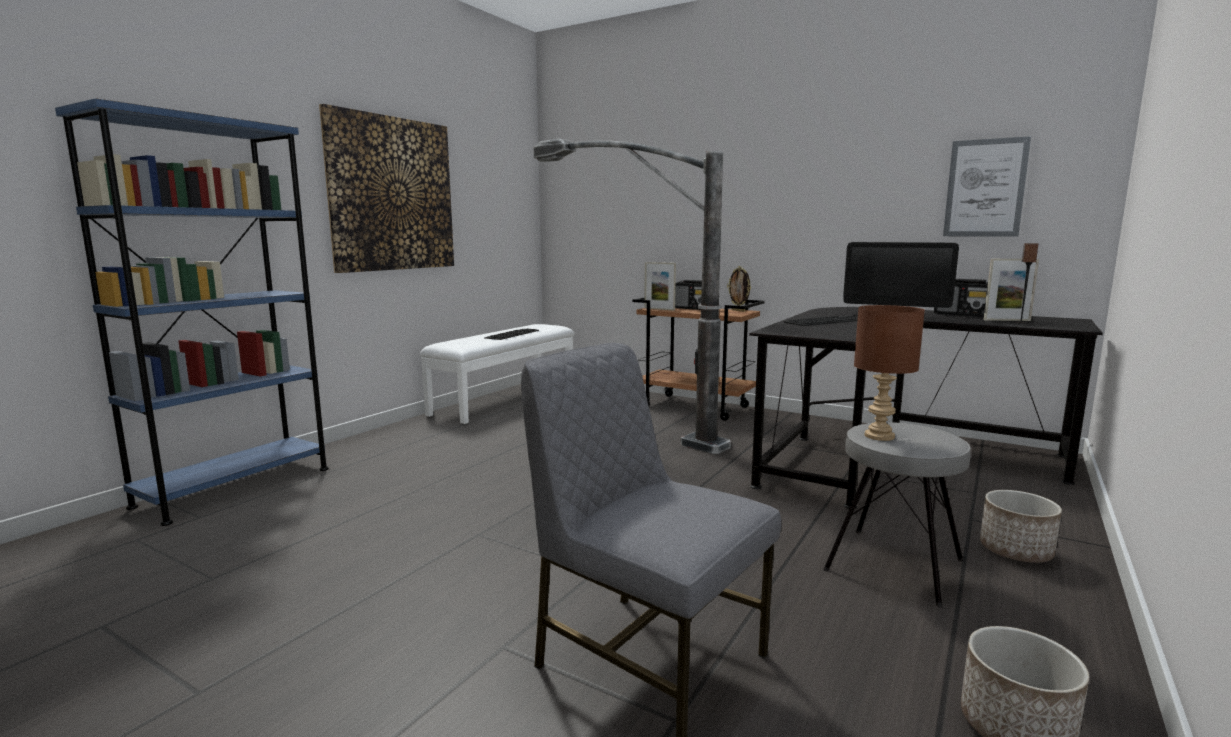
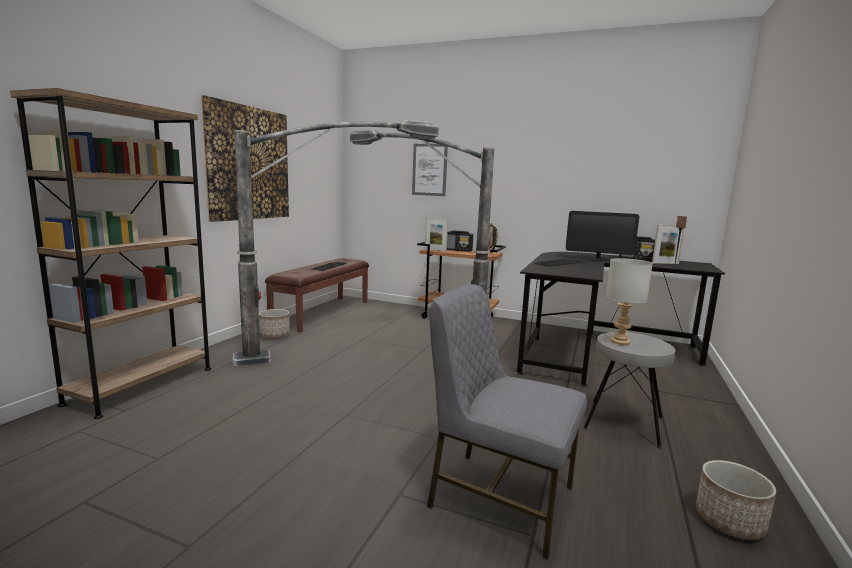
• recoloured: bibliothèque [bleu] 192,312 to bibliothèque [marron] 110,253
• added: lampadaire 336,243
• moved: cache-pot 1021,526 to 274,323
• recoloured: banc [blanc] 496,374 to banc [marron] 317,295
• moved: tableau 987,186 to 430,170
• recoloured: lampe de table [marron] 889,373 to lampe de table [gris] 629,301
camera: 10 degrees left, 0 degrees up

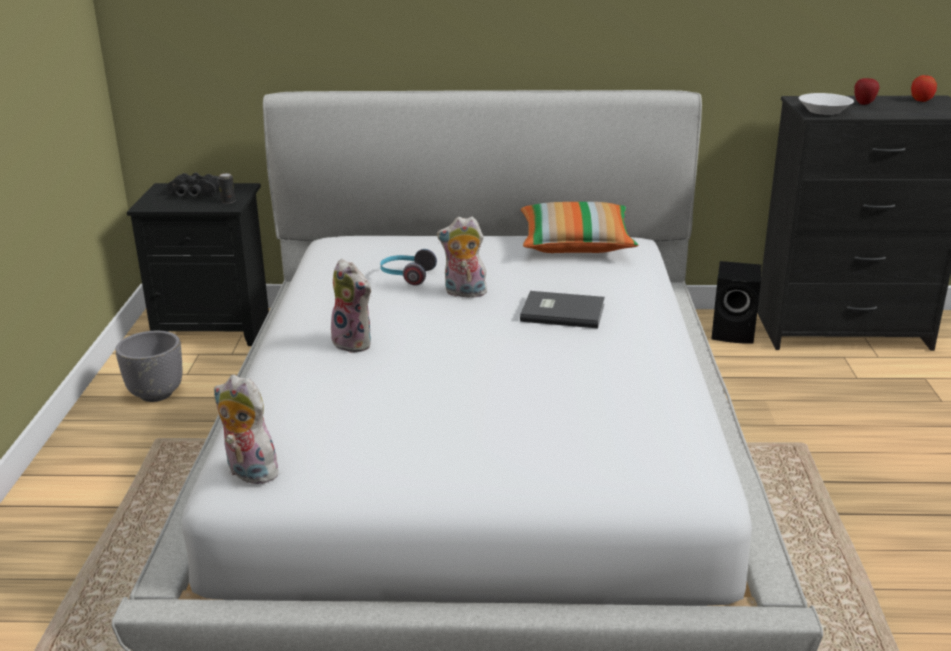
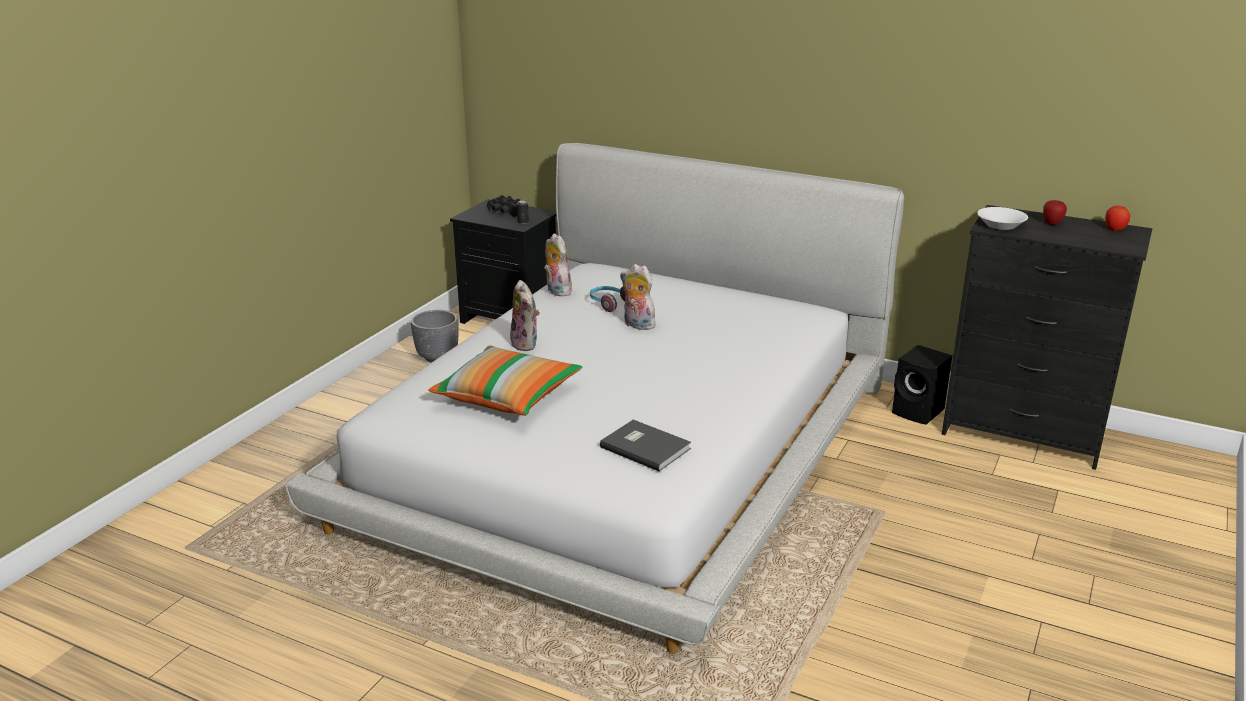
• moved: coussin 579,227 to 505,380
• moved: peluche 248,429 to 558,264
• moved: livre [gris] 562,309 to 645,446
camera: 25 degrees right, 0 degrees up

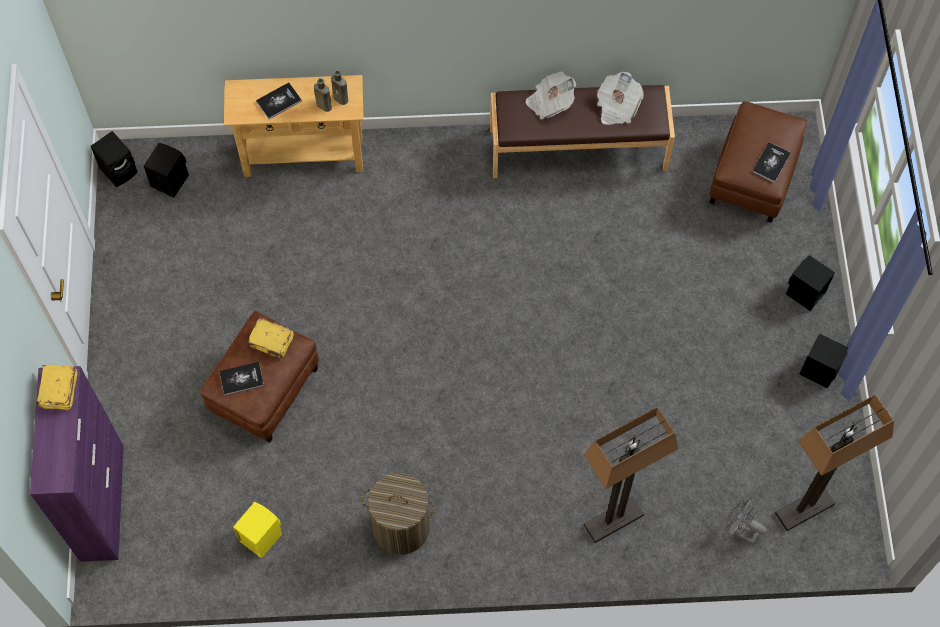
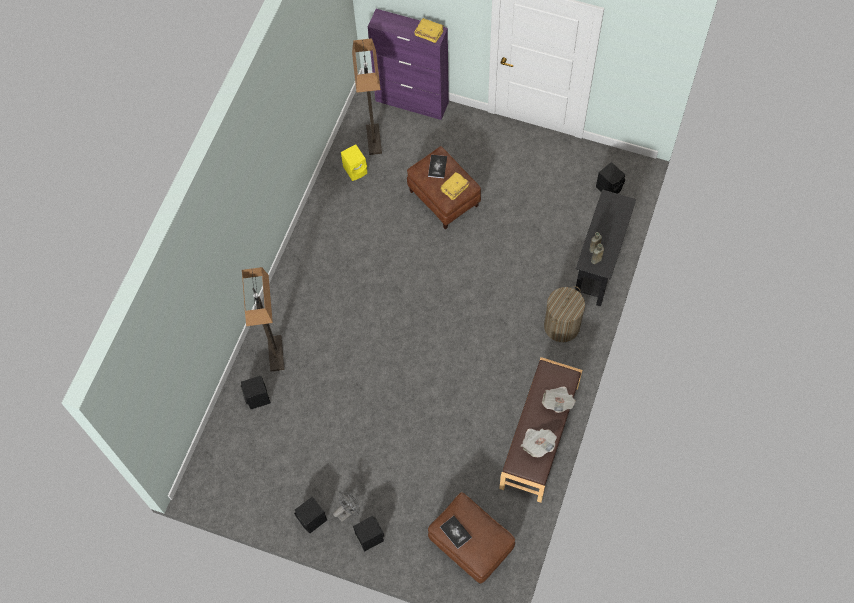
• moved: enceinte [noir] 114,159 to 256,392
• moved: ventilateur [gris] 746,521 to 346,506
• moved: lampadaire 834,462 to 367,96
• moved: panier à linge 398,514 to 564,314
• recoloured: table console [beige] 294,126 to table console [noir] 605,248
• removed: livre 279,101
camera: 115 degrees right, 0 degrees up

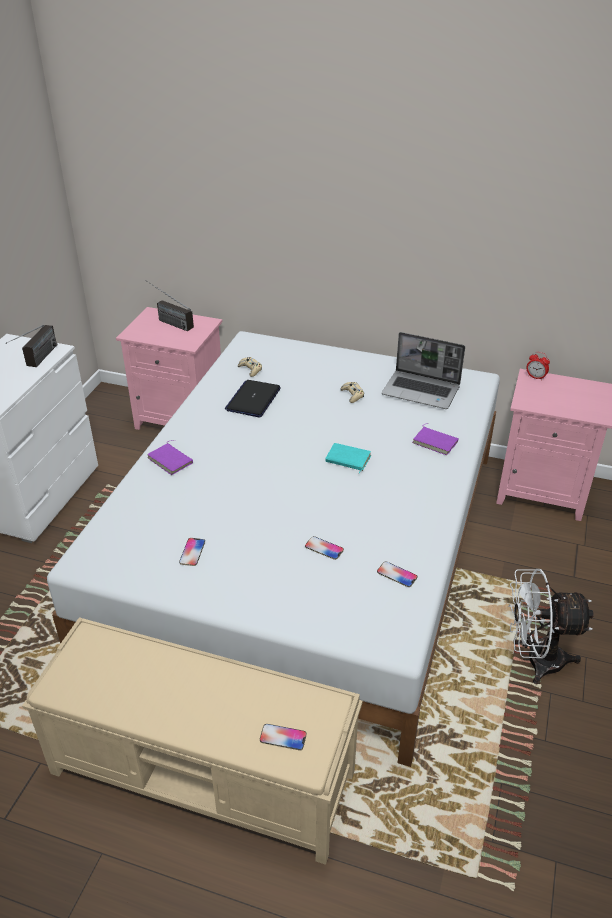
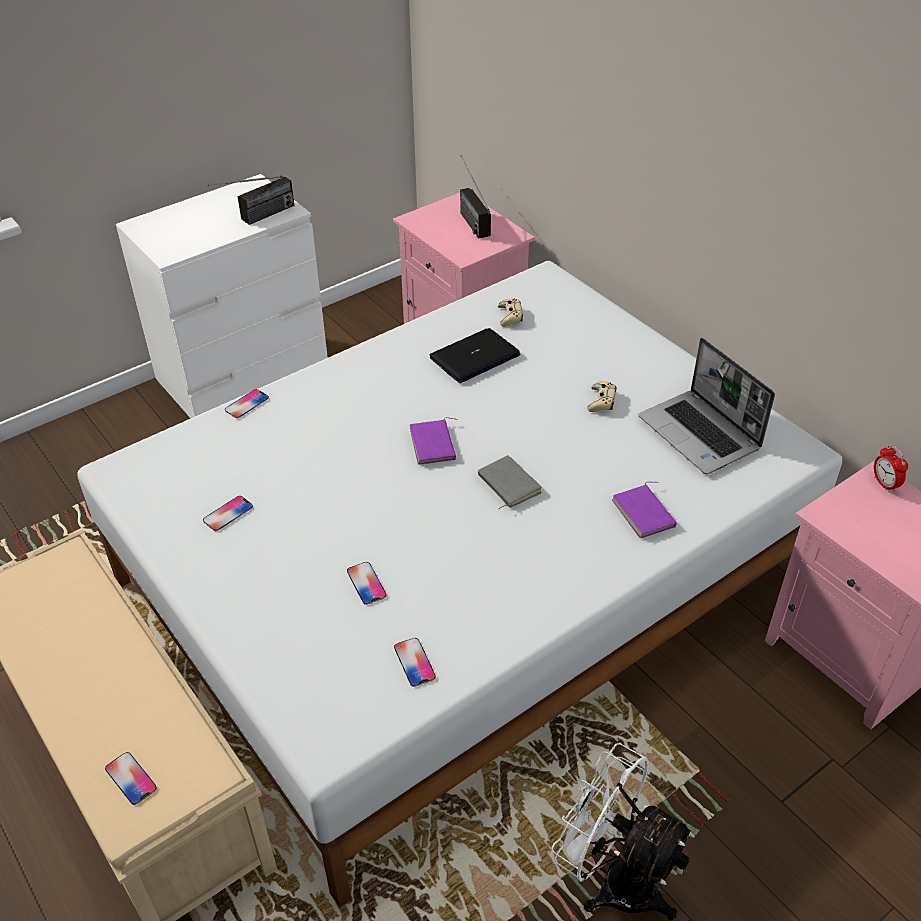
• added: téléphone 247,403
• moved: livre [violet] 170,457 to 434,441
• recoloured: livre [turquoise] 348,458 to livre [gris] 510,482
camera: 35 degrees right, 5 degrees up

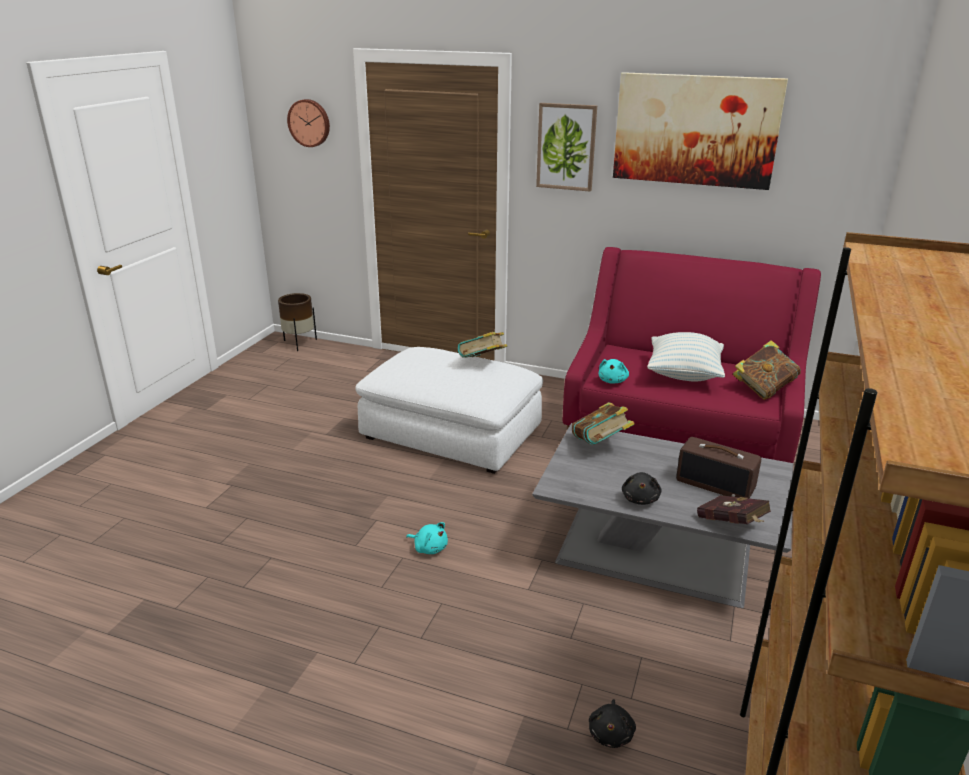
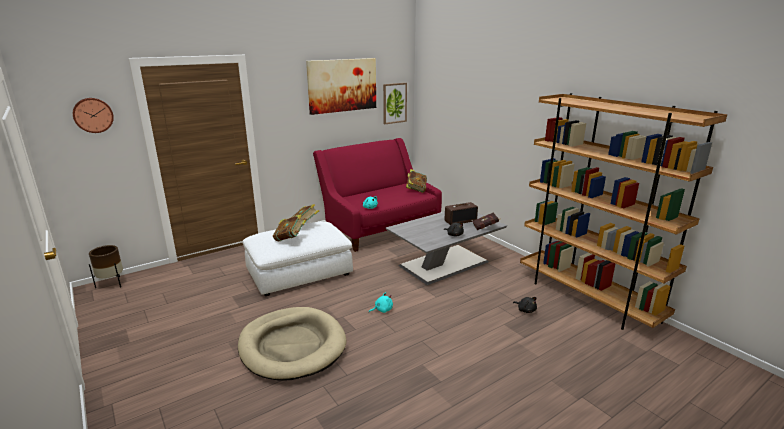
• added: panier pour chien [beige] 292,343
• moved: livre 603,423 to 289,227
• moved: tableau 566,147 to 395,103
• removed: coussin 686,357
camera: 55 degrees left, 5 degrees down

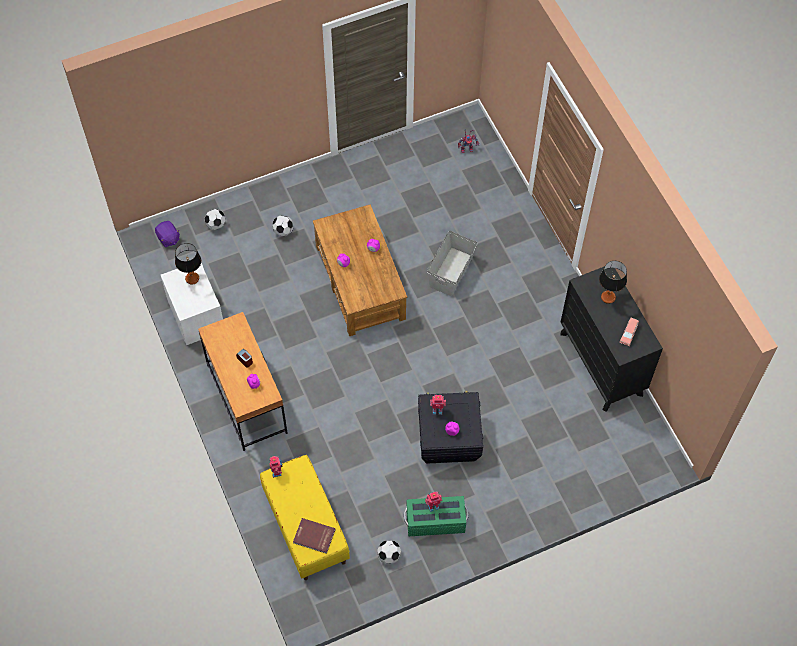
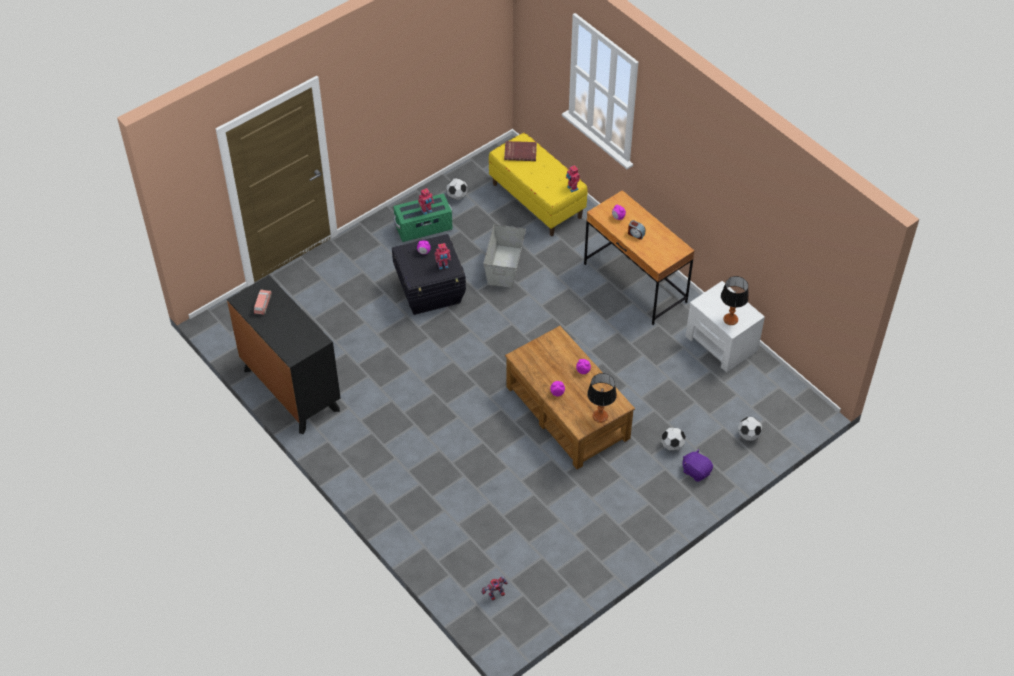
• moved: boîte de rangement [gris] 452,263 to 504,256
• moved: lampe de table 613,282 to 602,398
• moved: peluche [violet] 167,234 to 698,465
camera: 165 degrees right, 10 degrees down

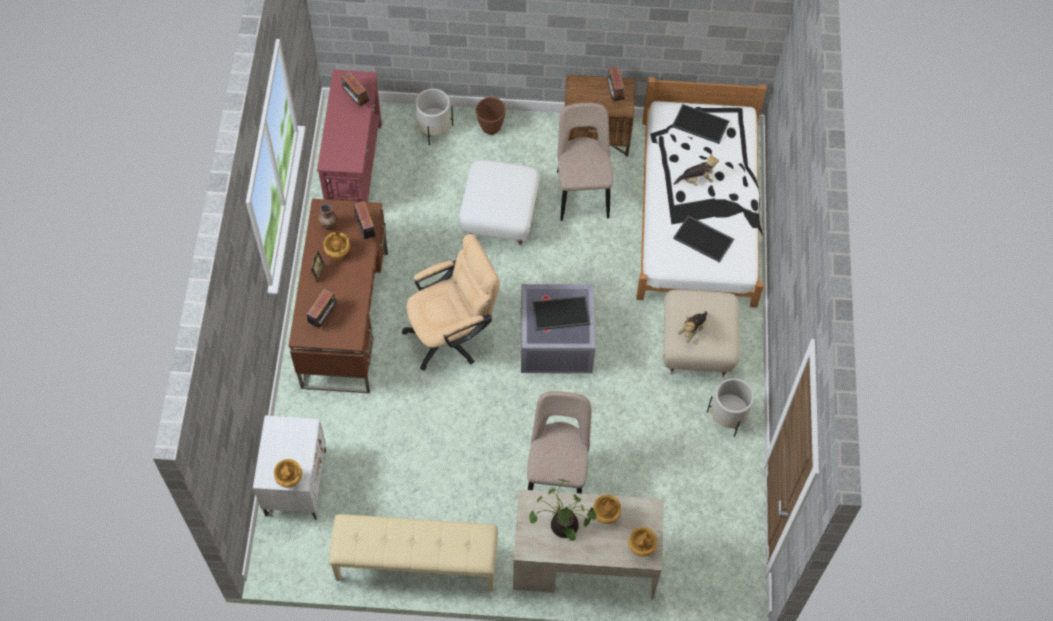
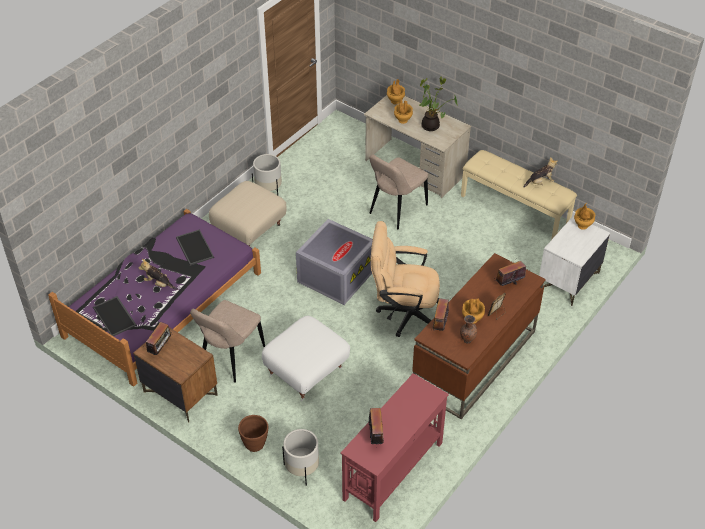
• recoloured: lit [blanc] 701,192 to lit [violet] 154,298
• moved: peluche 692,326 to 541,172
• removed: plateau 561,313
camera: 145 degrees left, 15 degrees down

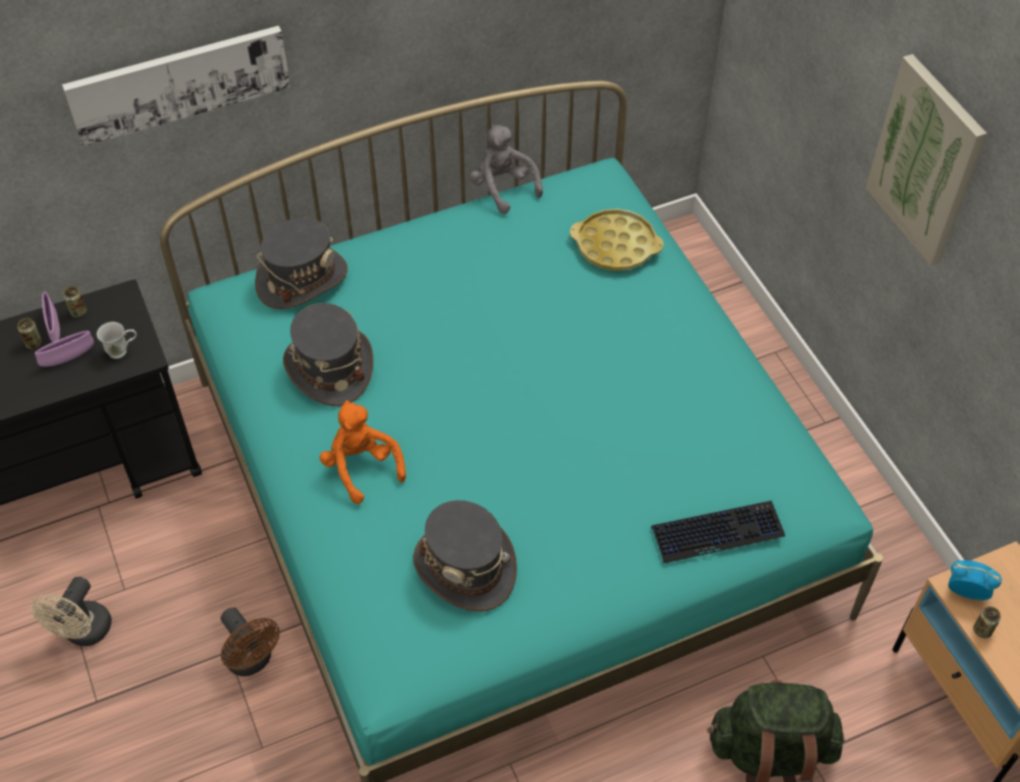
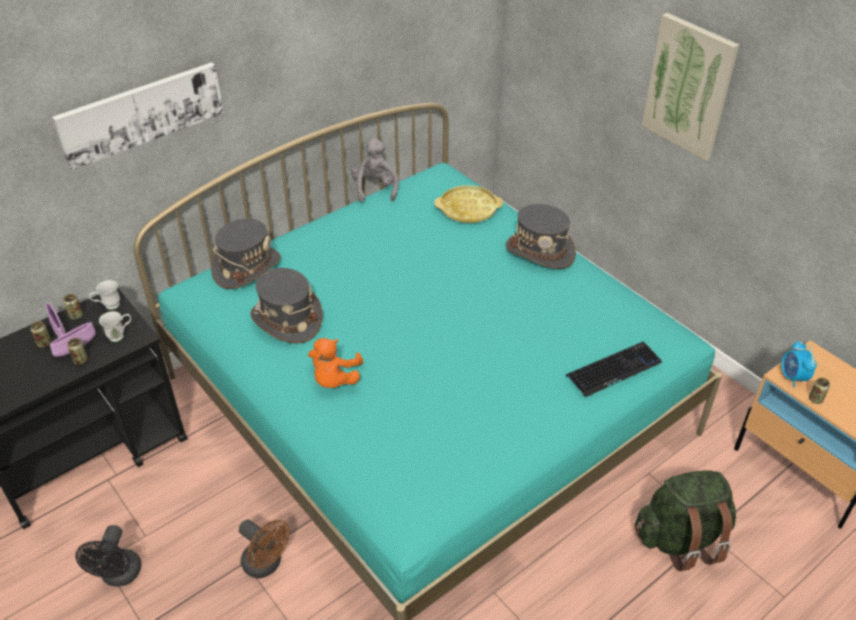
• added: boîte métallique 77,351
• recoloured: ventilateur [beige] 71,611 to ventilateur [noir] 108,556
• added: mug [blanc] 104,295
• turned: peluche [orange] 362,452 = 336,363 120 degrees counterclockwise
• turned: peluche [gris] 506,169 = 375,170 45 degrees clockwise
• moved: chapeau [gris] 465,555 to 541,236
• turned: réveil 975,580 = 799,363 105 degrees counterclockwise
camera: 15 degrees left, 10 degrees down

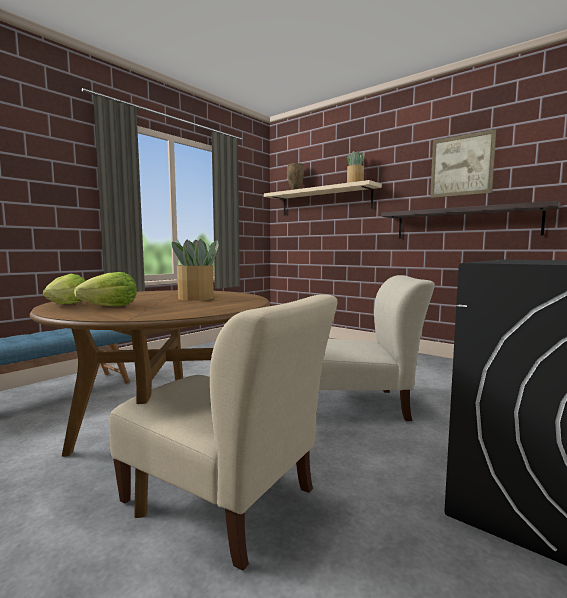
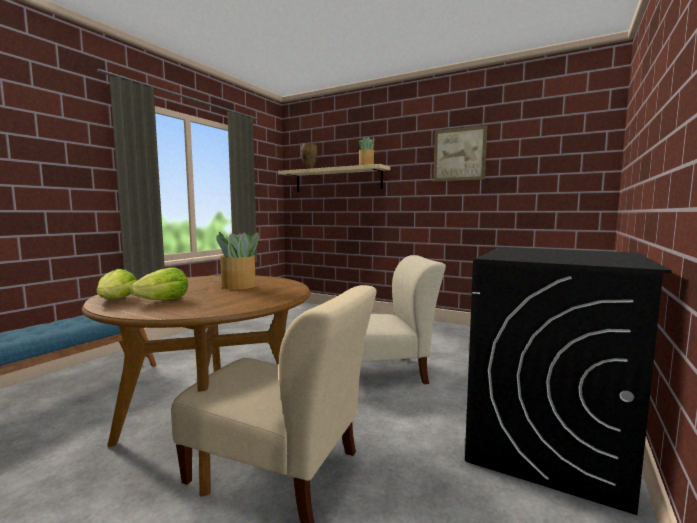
• removed: étagère 471,219
camera: 10 degrees left, 0 degrees up

